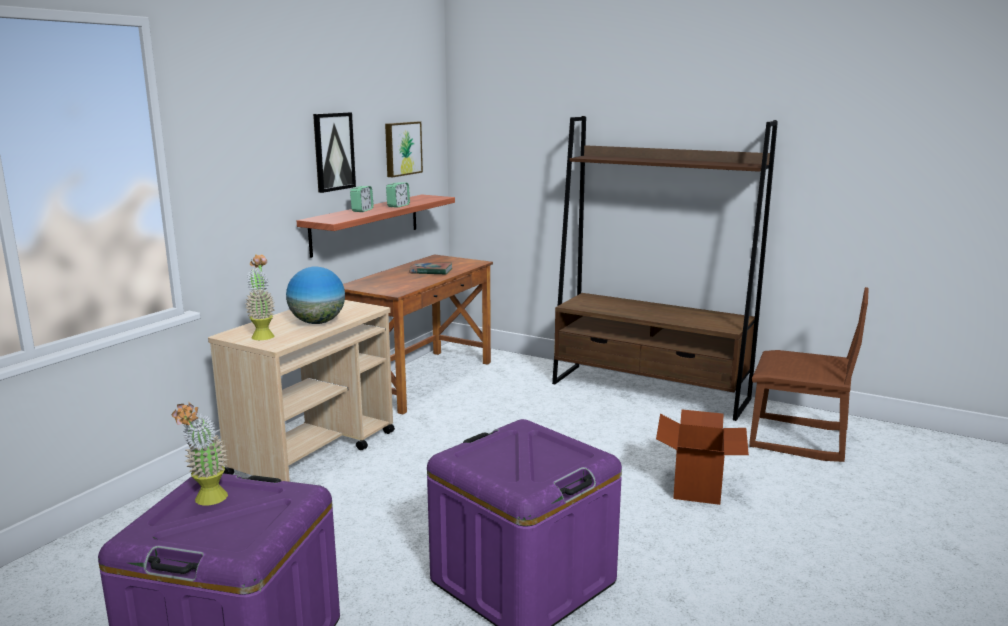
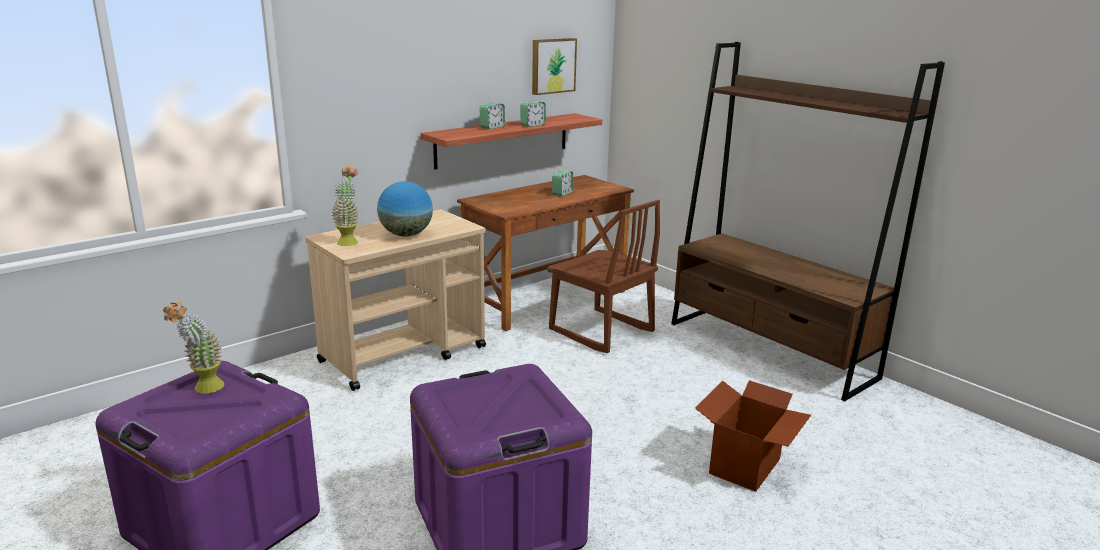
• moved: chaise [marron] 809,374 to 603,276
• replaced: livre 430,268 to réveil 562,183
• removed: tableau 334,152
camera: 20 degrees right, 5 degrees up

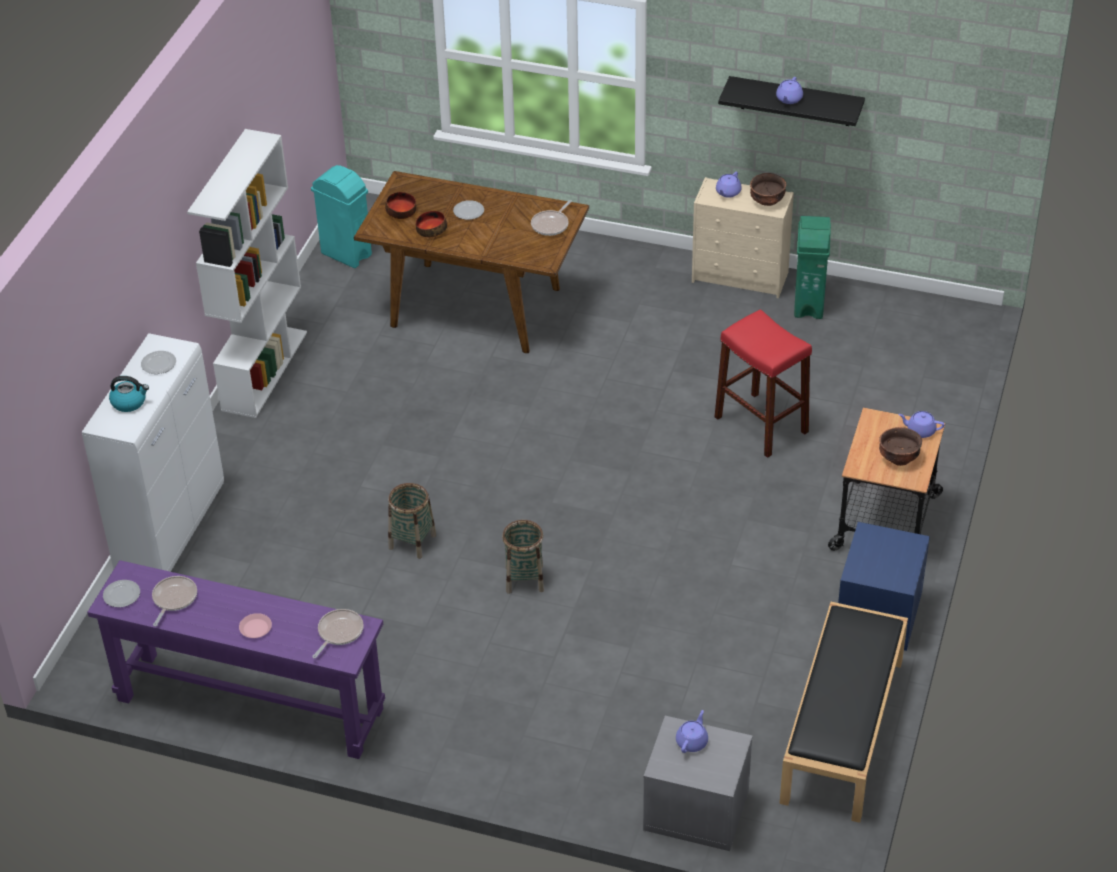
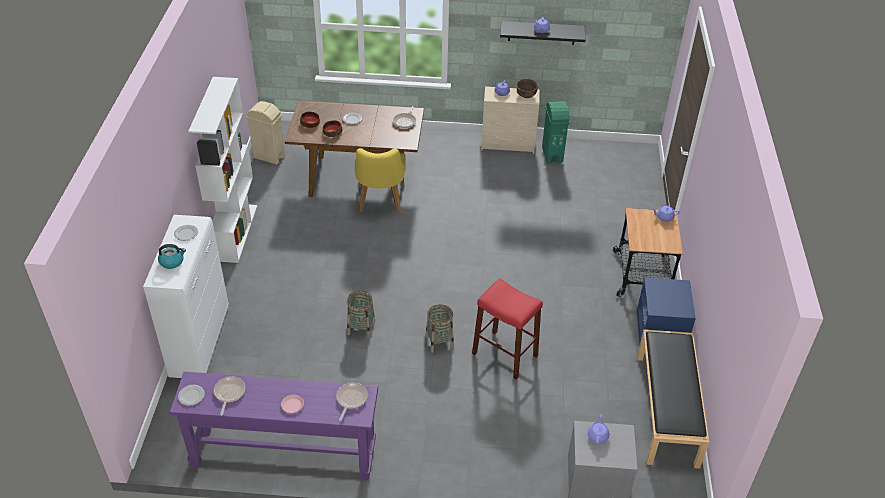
• recoloured: poubelle [turquoise] 341,216 to poubelle [beige] 265,132
• added: chaise [jaune] 380,180
• moved: tabouret [rouge] 763,383 to 507,329
• removed: bol [marron] 900,446
camera: 15 degrees left, 0 degrees up

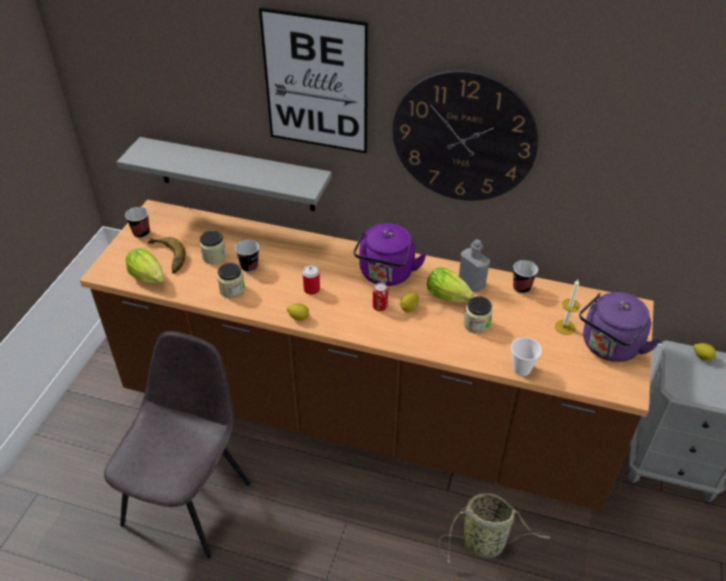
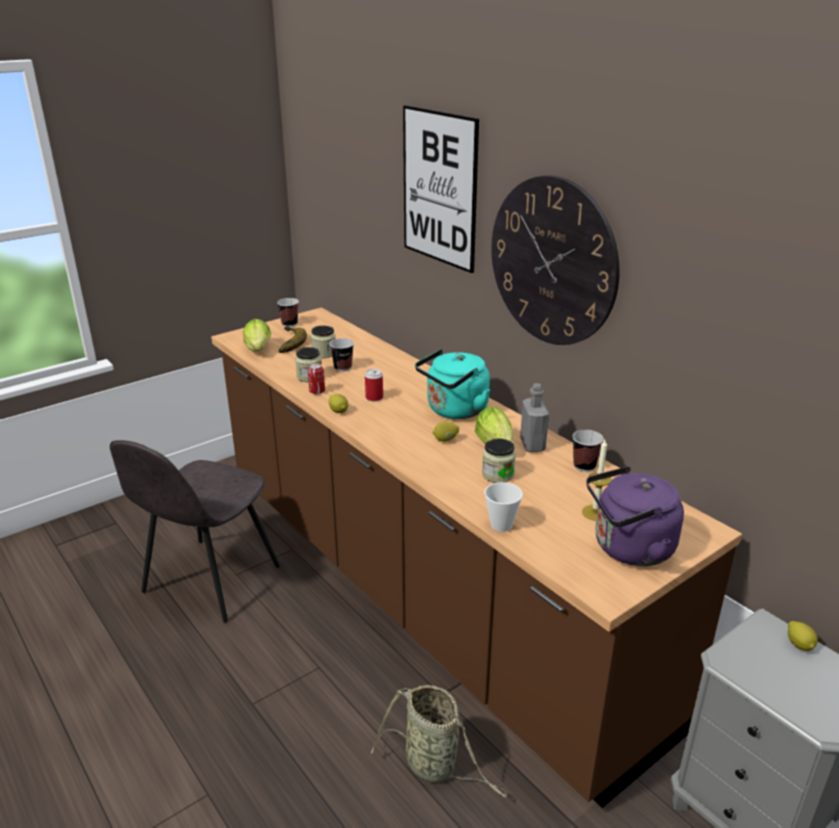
• turned: chaise [gris] 177,444 = 195,531 150 degrees clockwise
• moved: boîte métallique 380,297 to 316,378
• recoloured: bouilloire [violet] 390,254 to bouilloire [turquoise] 452,384
• removed: étagère [gris] 224,174
camera: 35 degrees right, 15 degrees down

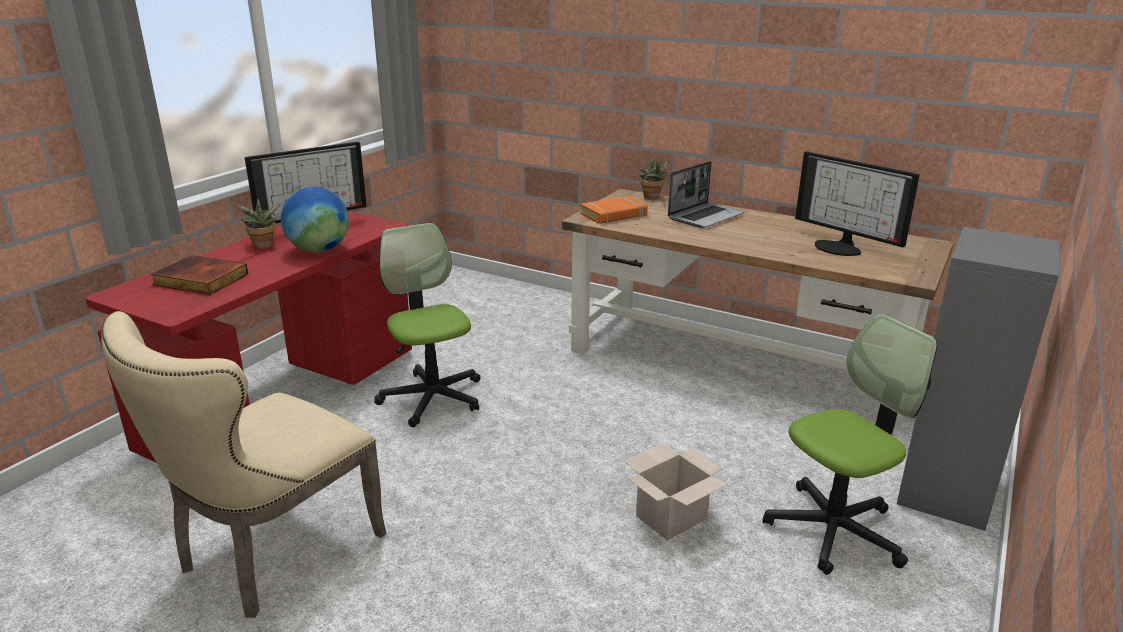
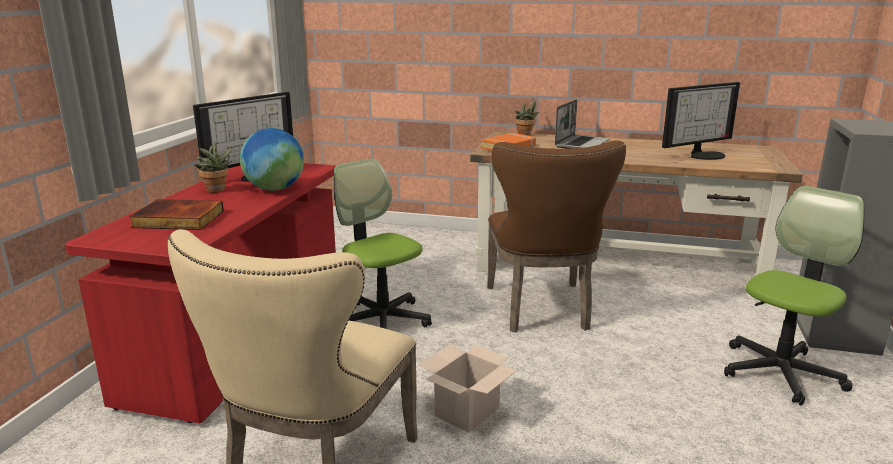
• moved: carton 676,491 to 468,388
• added: chaise [marron] 556,236
• turned: écran d'ordinateur 857,203 = 701,121 60 degrees counterclockwise
camera: 15 degrees left, 5 degrees down

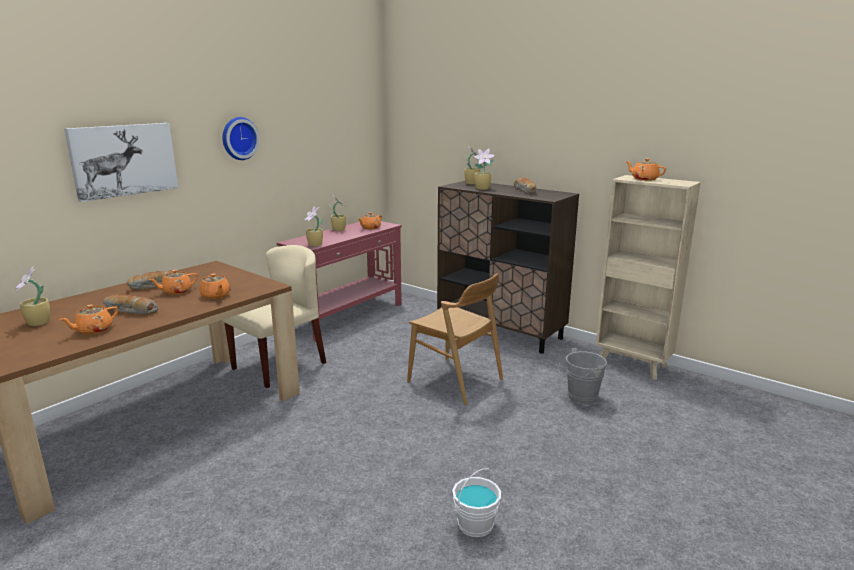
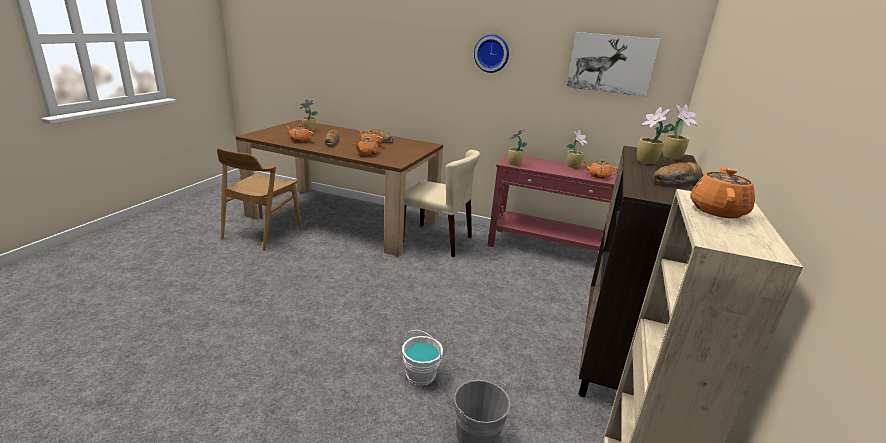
• moved: chaise [marron] 455,339 to 259,199
• moved: seau [blanc] 476,502 to 422,358
• moved: tableau 121,162 to 614,64
camera: 70 degrees right, 5 degrees up

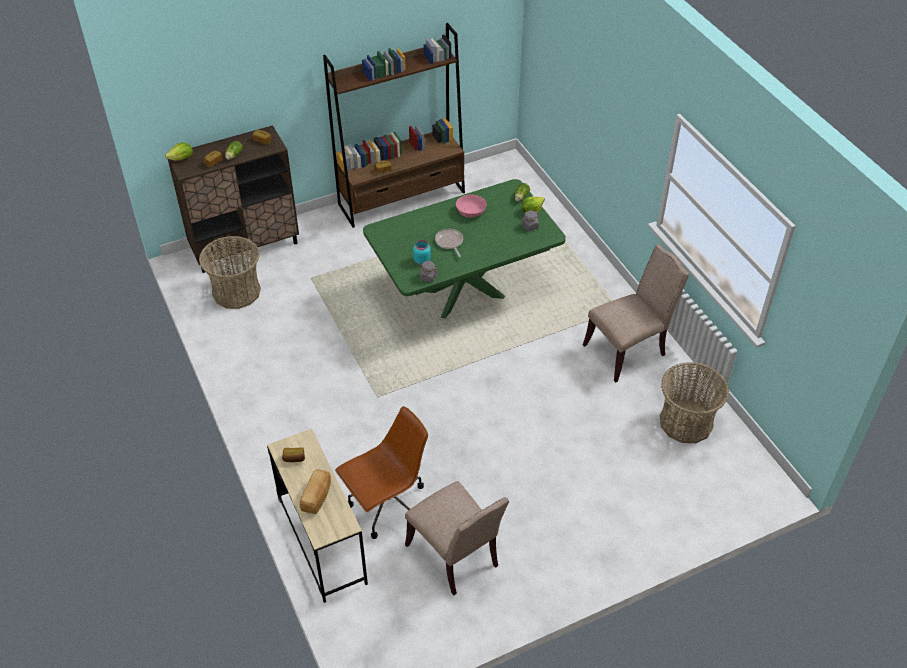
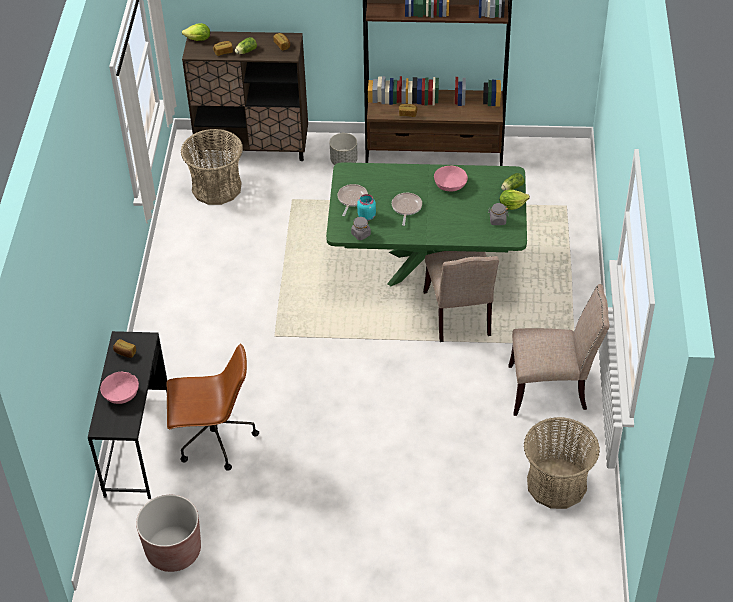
• recoloured: bureau [beige] 317,515 to bureau [noir] 127,415
• replaced: pain 315,491 to bol [rose] 119,388
• added: cache-pot [marron] 168,533
• added: cache-pot [gris] 344,149
• added: poêle 353,200
• moved: chaise [beige] 457,538 to 461,296
camera: 30 degrees right, 0 degrees up

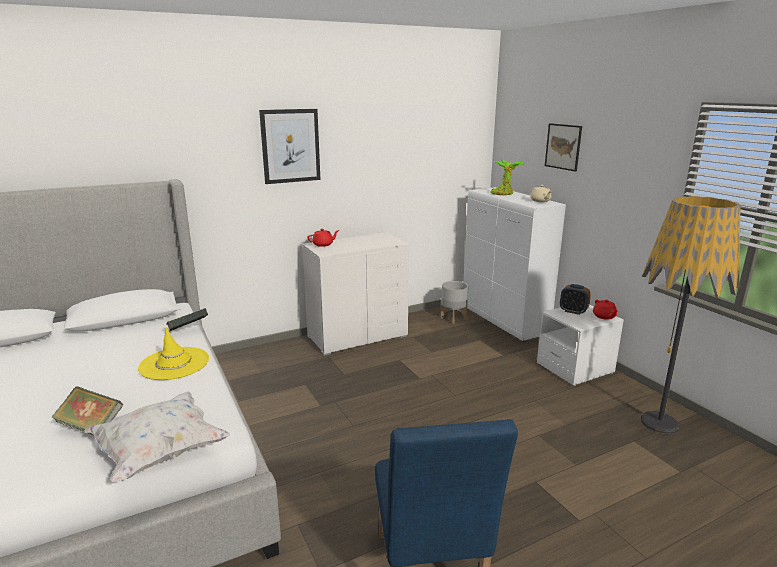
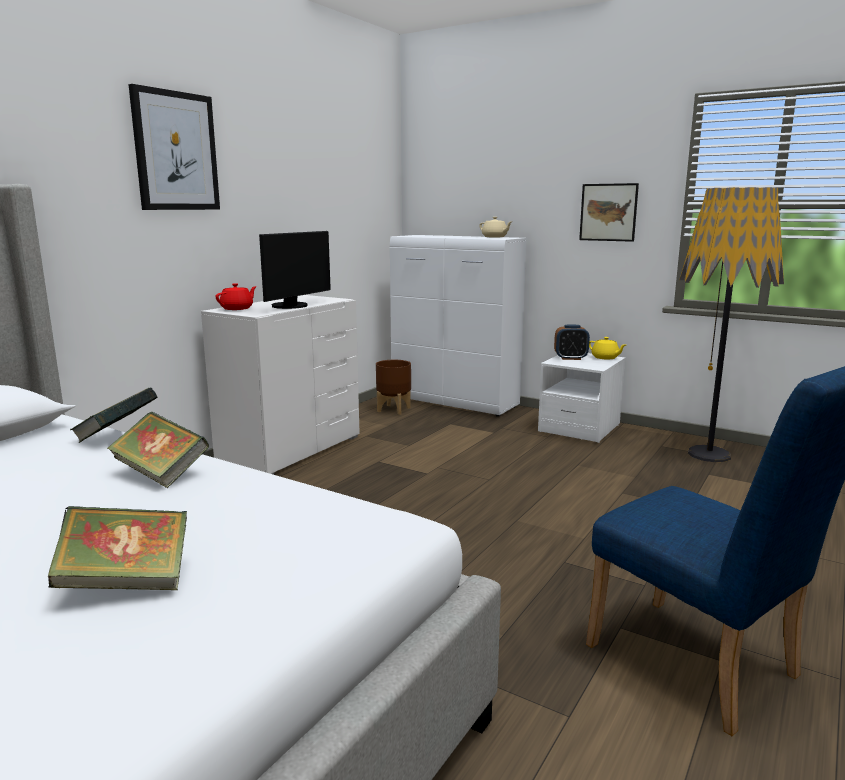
• replaced: chapeau [jaune] 173,353 to livre 158,450
• added: écran d'ordinateur 295,270
• recoloured: cache-pot [gris] 454,302 to cache-pot [marron] 393,387
• moved: tableau 563,147 to 609,212
• recoloured: théière [rouge] 605,310 to théière [jaune] 607,348
• removed: coussin [blanc] 157,437
• removed: plante en pot 507,176
camera: 30 degrees left, 5 degrees down

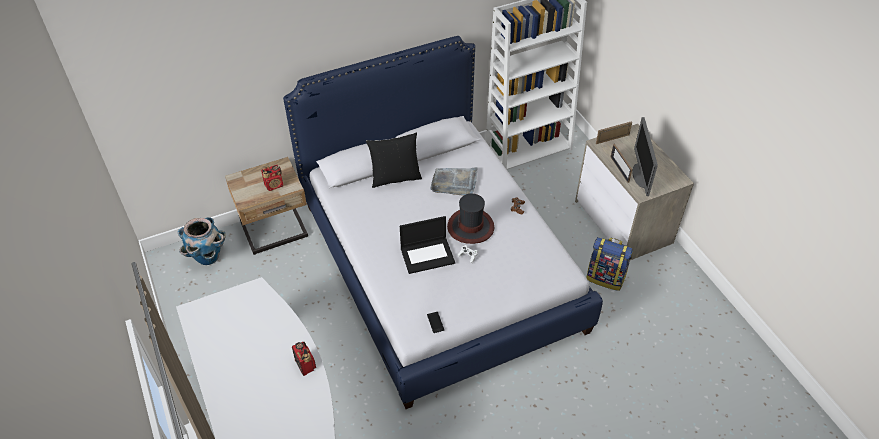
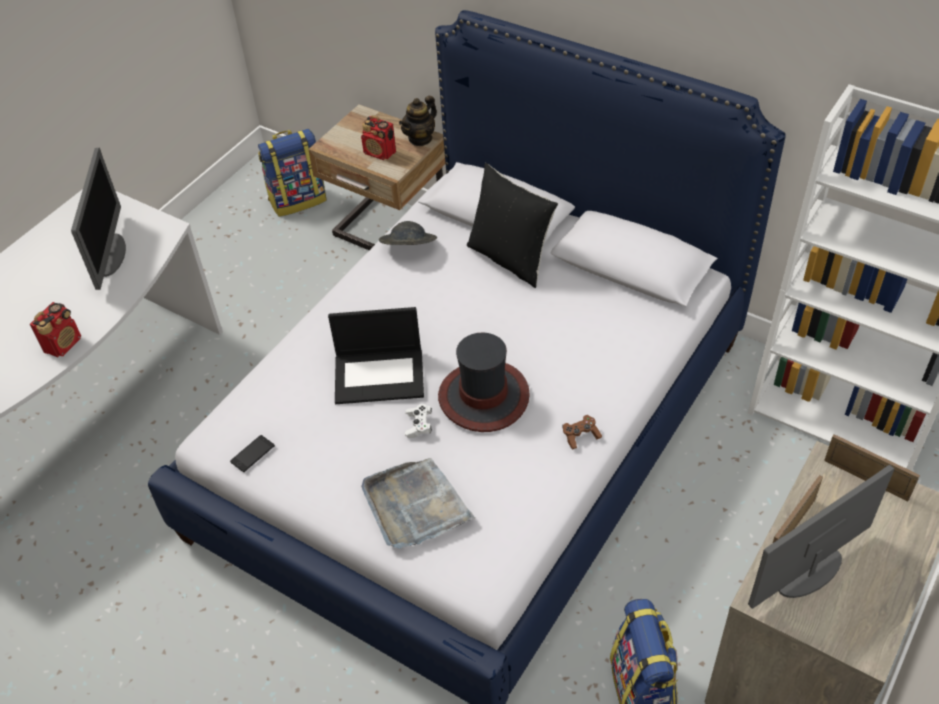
• added: écran d'ordinateur 98,219
• replaced: cache-pot 202,241 to sac à dos 292,173
• turned: ordinateur portable 427,245 = 376,355 45 degrees counterclockwise
• moved: plateau [gris] 454,181 to 418,503
• added: chapeau [gris] 408,233
• added: théière 418,120
camera: 60 degrees right, 0 degrees up

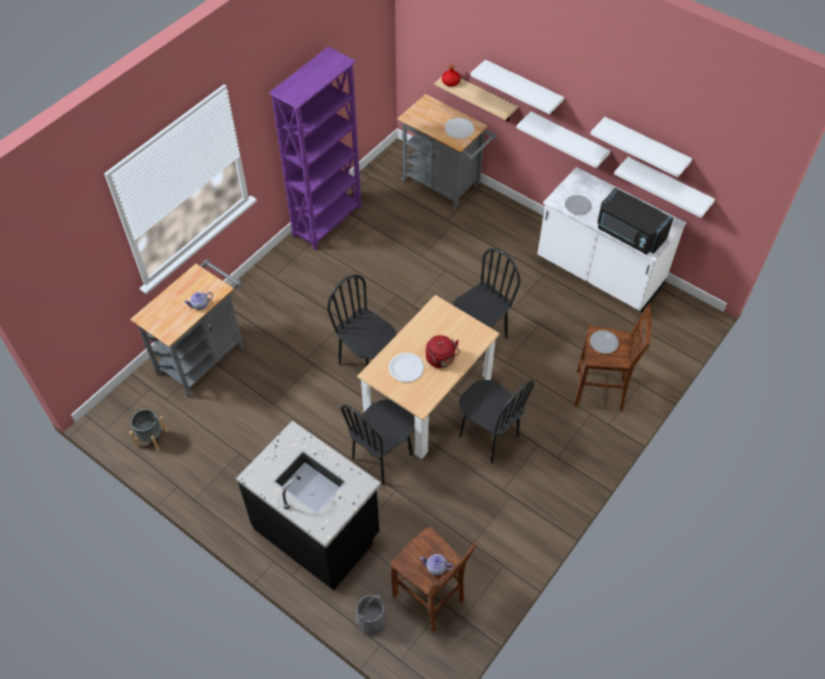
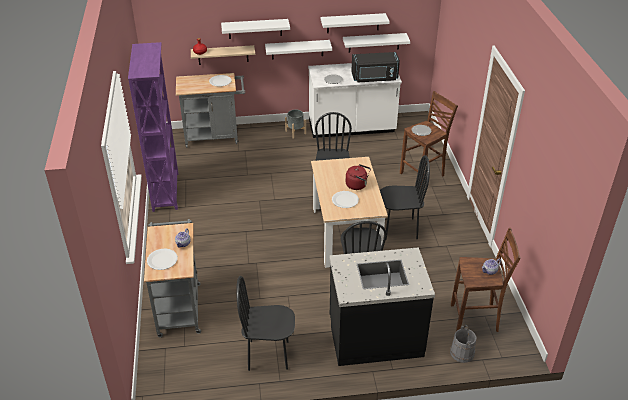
• added: assiette [blanc] 162,259
• moved: chaise [noir] 361,320 to 265,323
• moved: cache-pot [gris] 148,430 to 295,124
camera: 45 degrees left, 15 degrees down

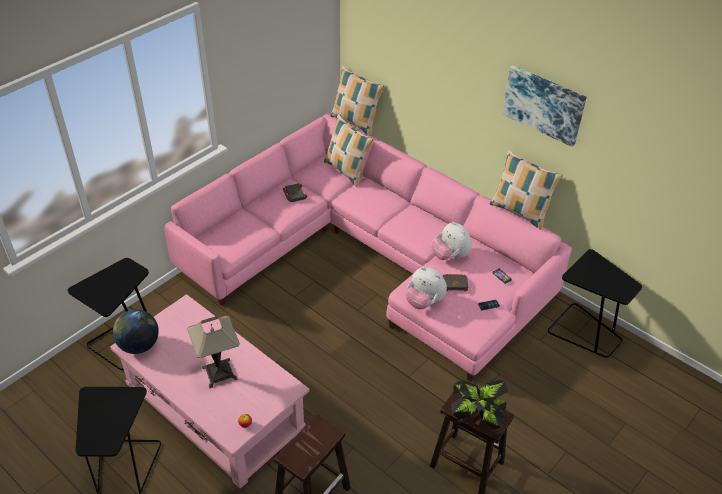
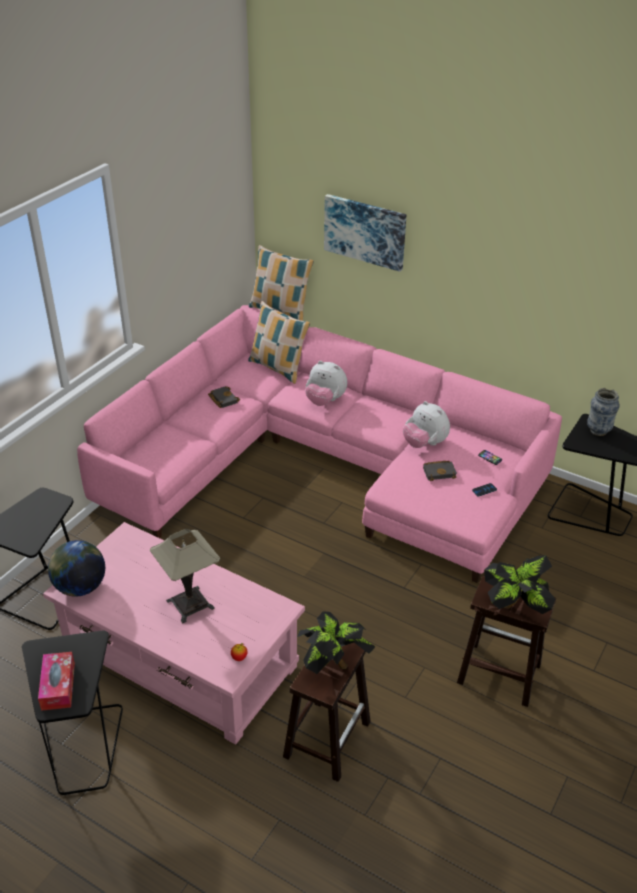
• added: boîte à mouchoirs 56,681
• added: plante en pot 336,642
• moved: peluche 426,288 to 326,383
• moved: tableau 544,106 to 365,233
• added: vase 603,412
• removed: coussin 526,190
camera: 10 degrees left, 5 degrees down

